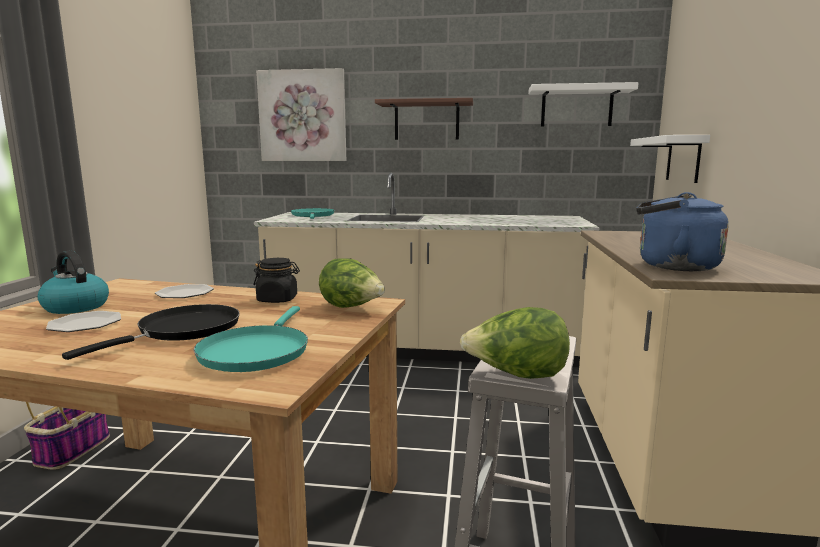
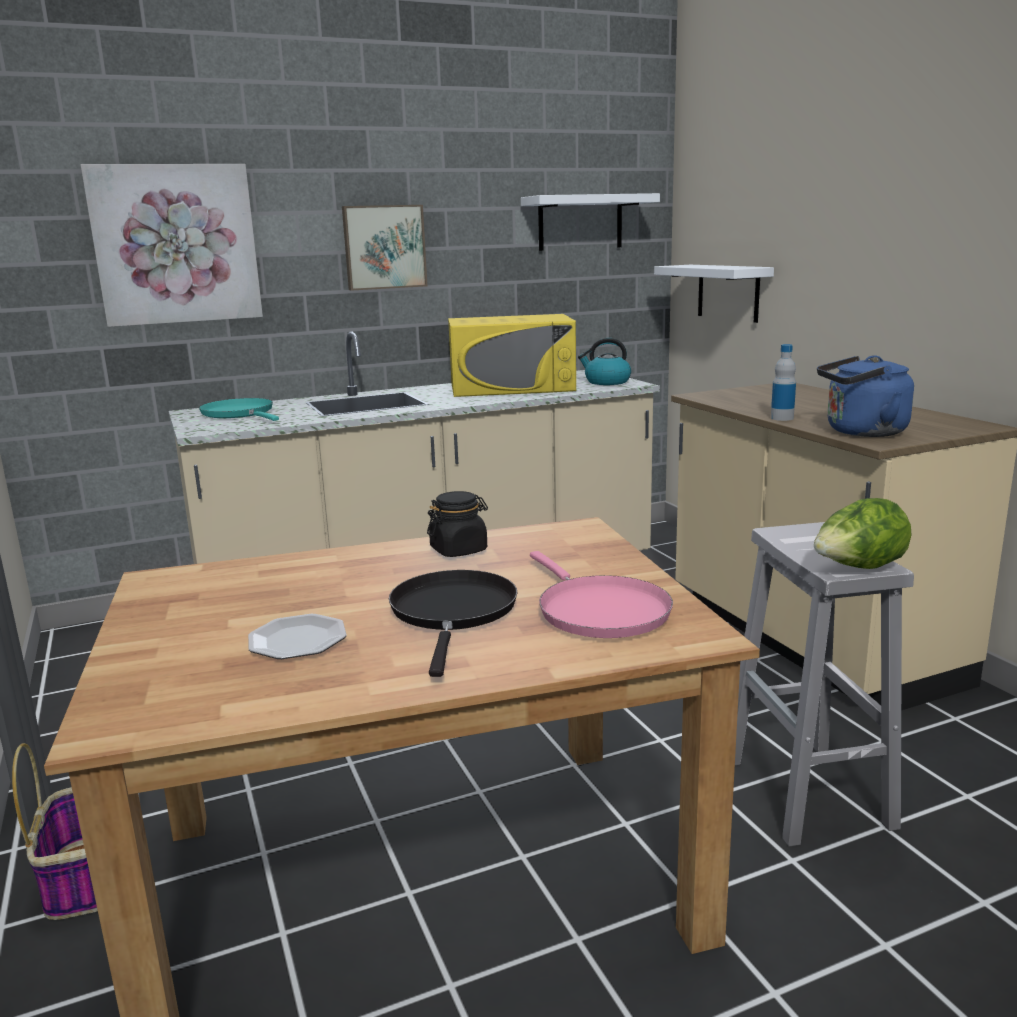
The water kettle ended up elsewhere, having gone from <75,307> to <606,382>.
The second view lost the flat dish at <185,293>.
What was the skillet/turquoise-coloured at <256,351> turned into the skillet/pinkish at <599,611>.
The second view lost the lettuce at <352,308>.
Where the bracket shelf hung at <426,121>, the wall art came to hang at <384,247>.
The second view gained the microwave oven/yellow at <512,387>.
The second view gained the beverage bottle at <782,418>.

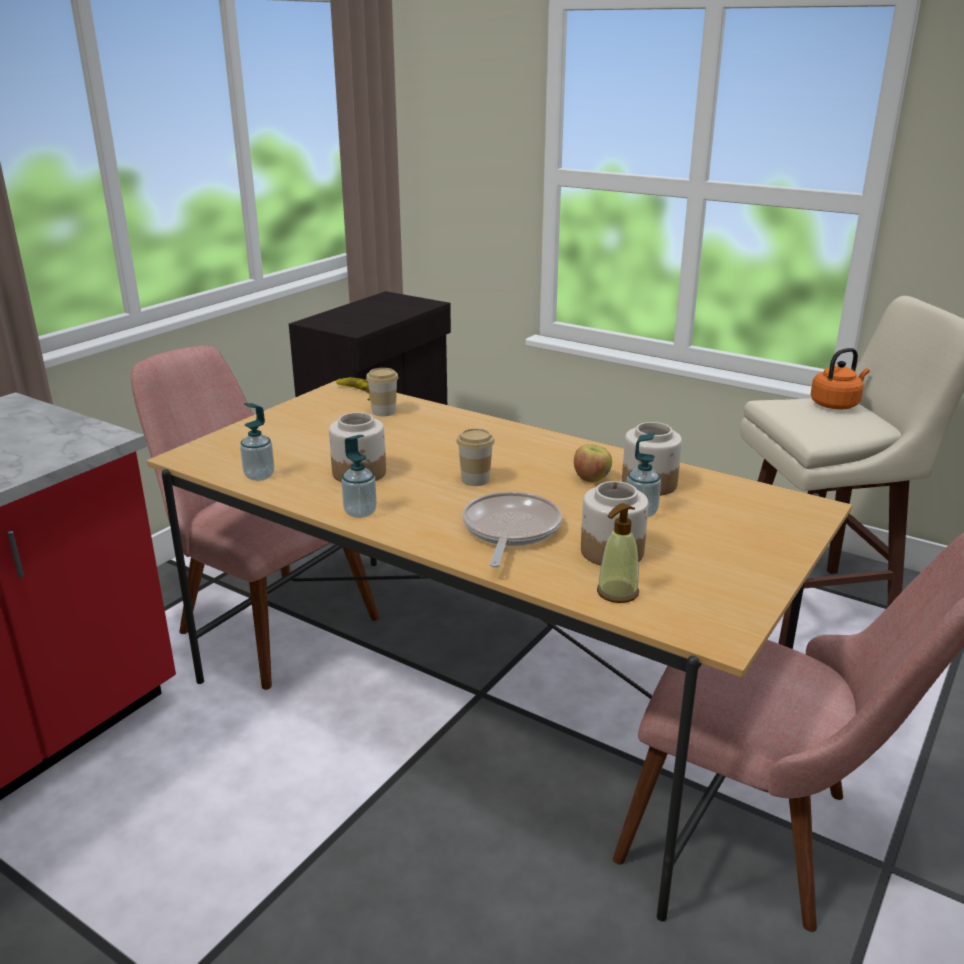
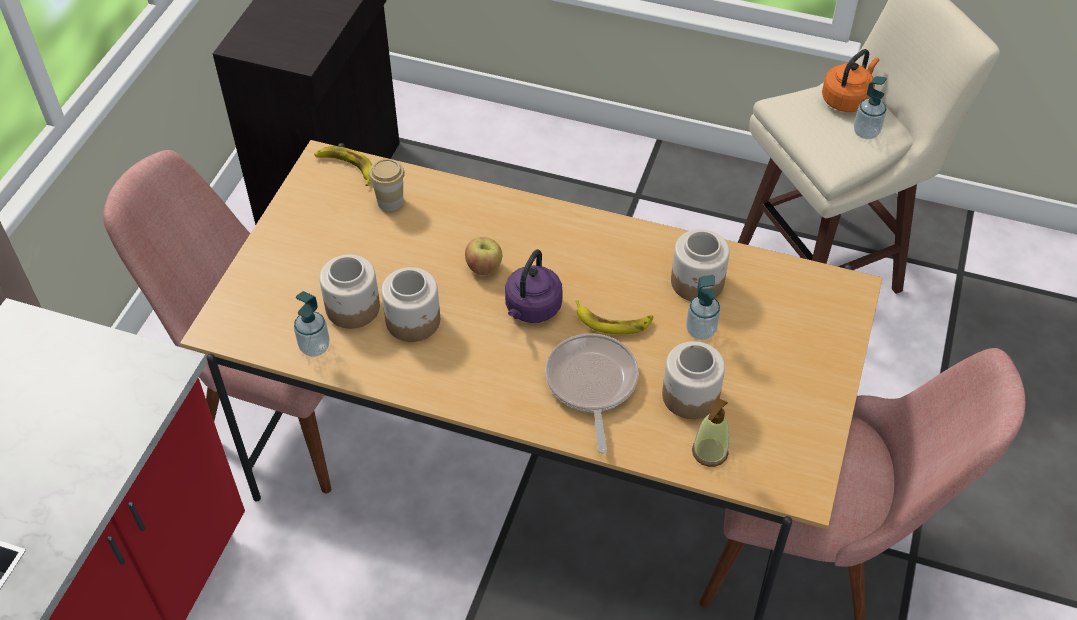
The soap bottle ended up elsewhere, having gone from <360,512> to <866,132>.
Where the cup stood at <475,480>, the water kettle/purple came to stand at <532,309>.
The whole apple ended up elsewhere, having gone from <591,478> to <484,267>.
The second view gained the storage jar at <353,307>.
The second view gained the whole banana at <613,321>.

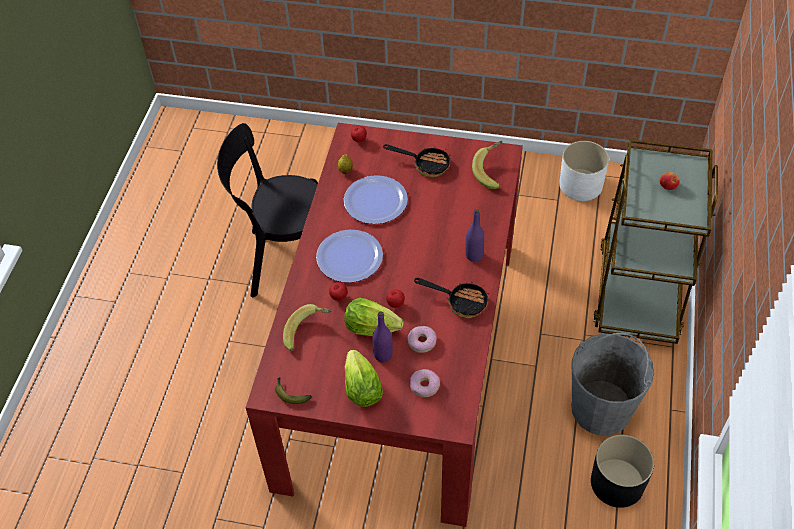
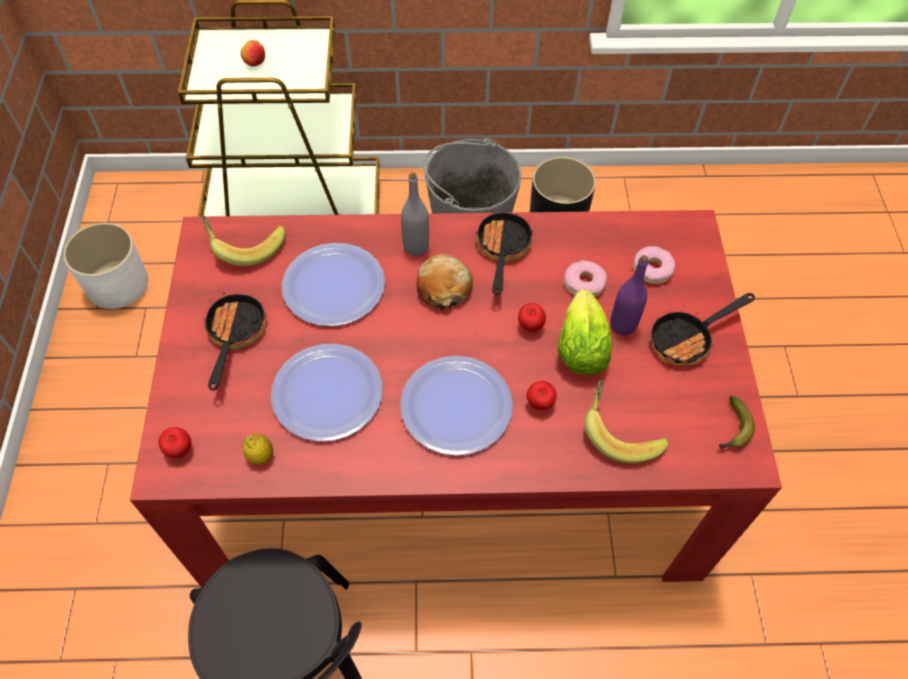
Where the lettuce stood at <362,389>, the skillet came to stand at <687,339>.
What was the beverage bottle/purple at <474,255> turned into the beverage bottle/gray at <416,246>.
The second view gained the flat dish at <333,286>.
The second view gained the bakery bread at <443,287>.

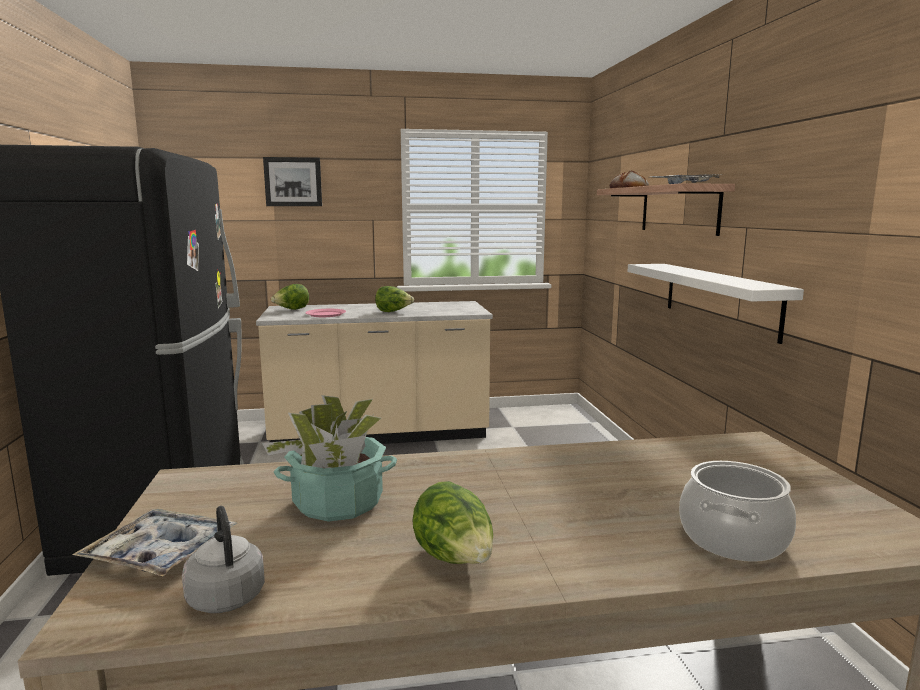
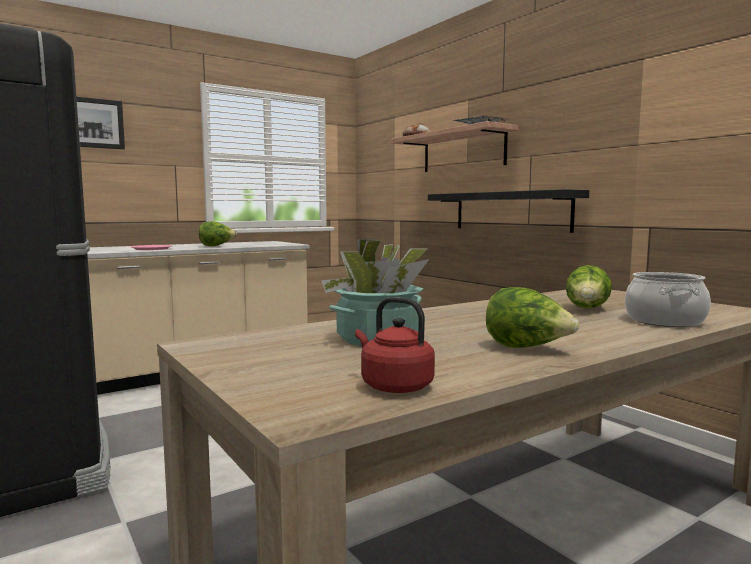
The second view lost the serving tray at <160,553>.
What was the water kettle/gray at <226,595> turned into the water kettle/reddish at <393,386>.
The lettuce ended up elsewhere, having gone from <291,310> to <587,309>.
What was the bracket shelf/white-coloured at <719,298> turned into the bracket shelf/black at <510,211>.

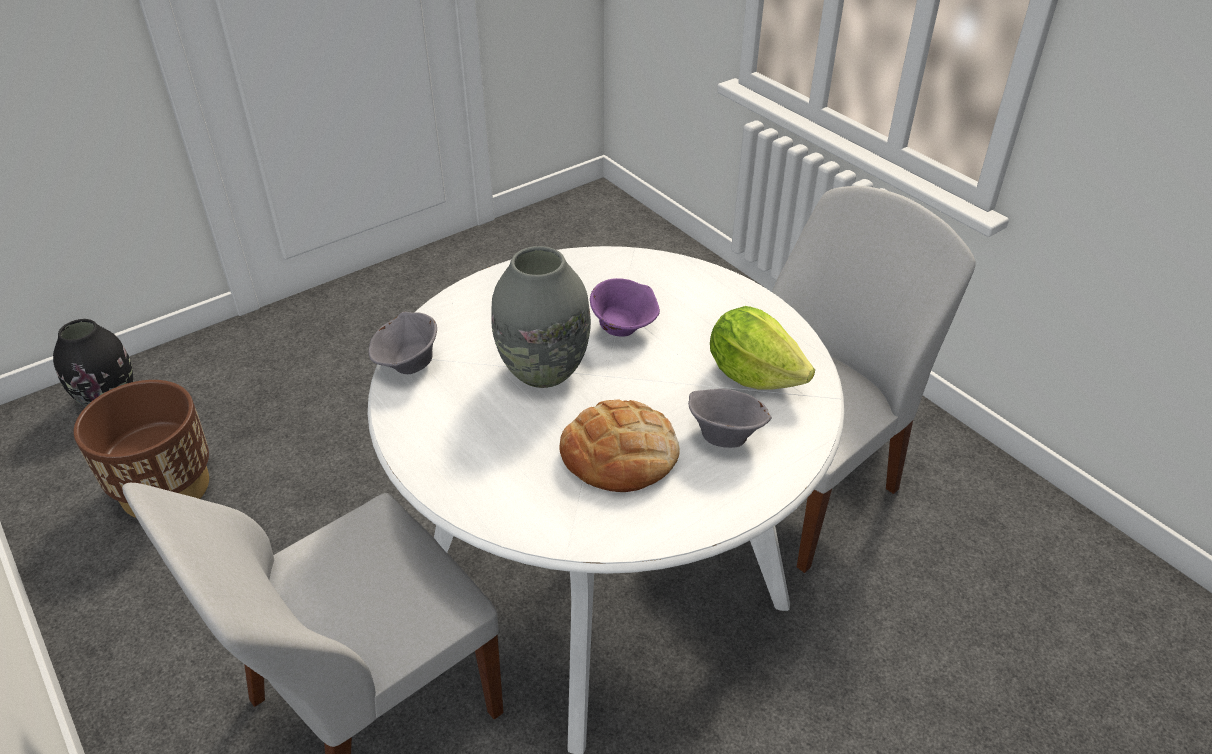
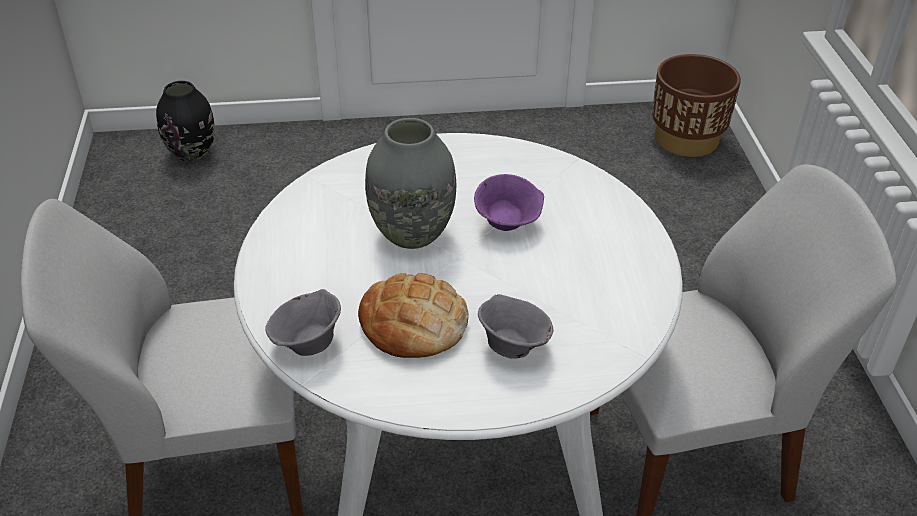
The flower pot/brown ended up elsewhere, having gone from <165,489> to <686,139>.
The serving bowl/gray ended up elsewhere, having gone from <408,365> to <307,344>.
The second view lost the lettuce at <753,374>.

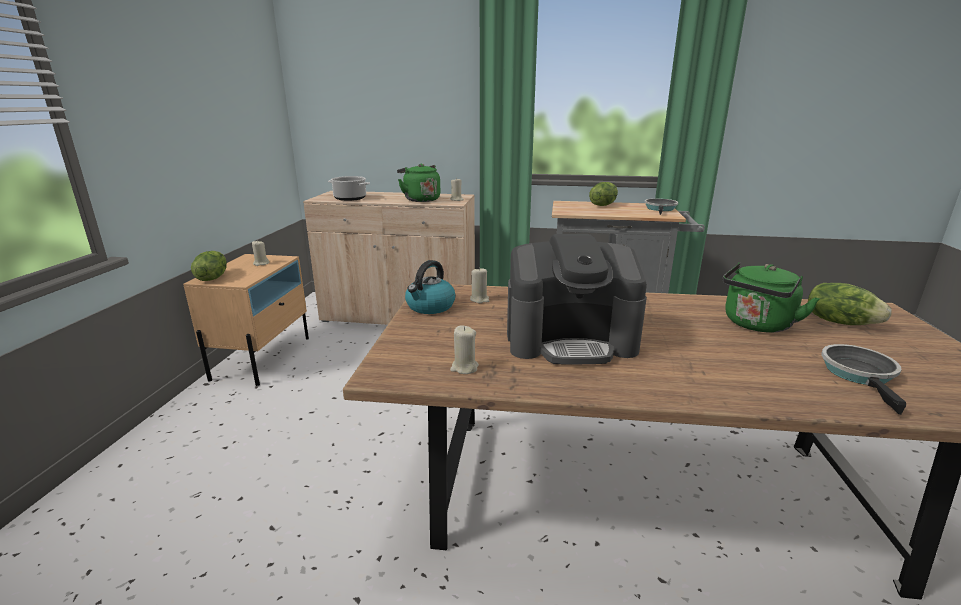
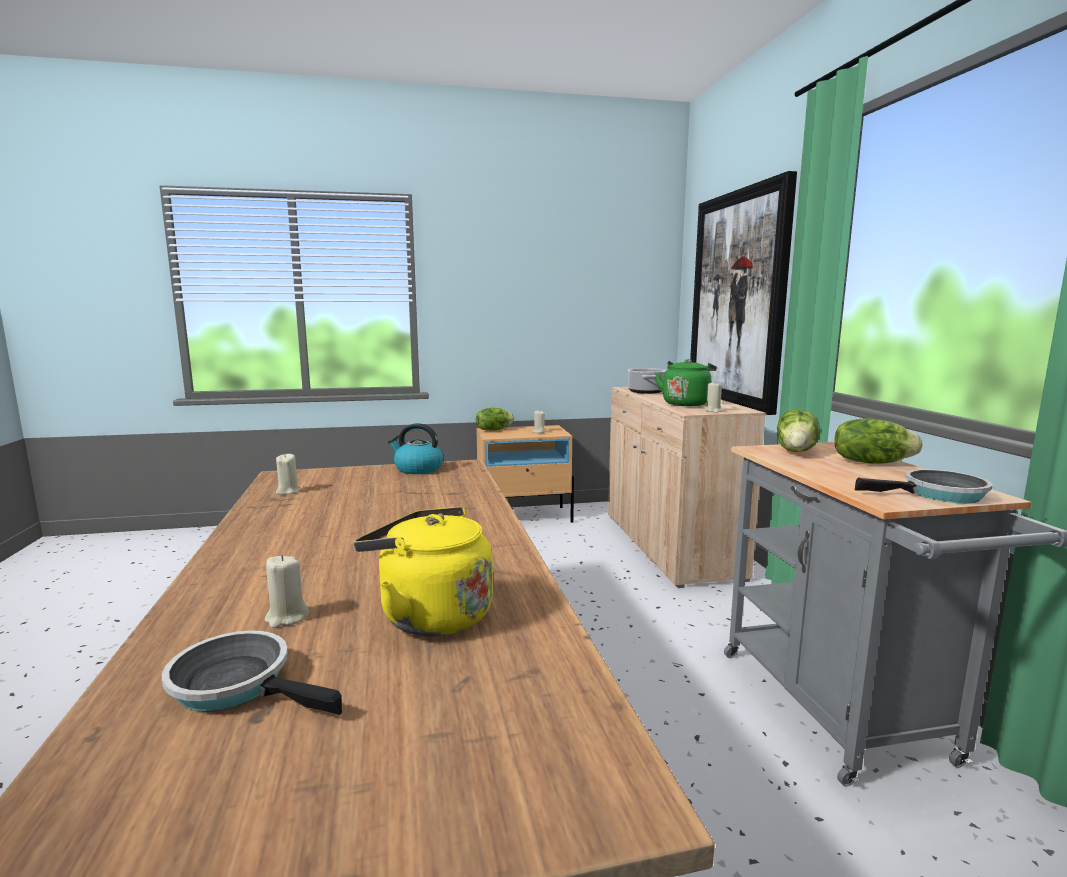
The wax candle/beige-coloured ended up elsewhere, having gone from <479,299> to <287,617>.
The second view lost the coffee maker at <570,340>.
What was the water kettle/green at <756,325> turned into the water kettle/yellow at <430,615>.
The lettuce ended up elsewhere, having gone from <839,322> to <797,451>.
The skillet at <860,375> ended up facing another way, 150 degrees counterclockwise from before.
The second view gained the wall art at <737,299>.

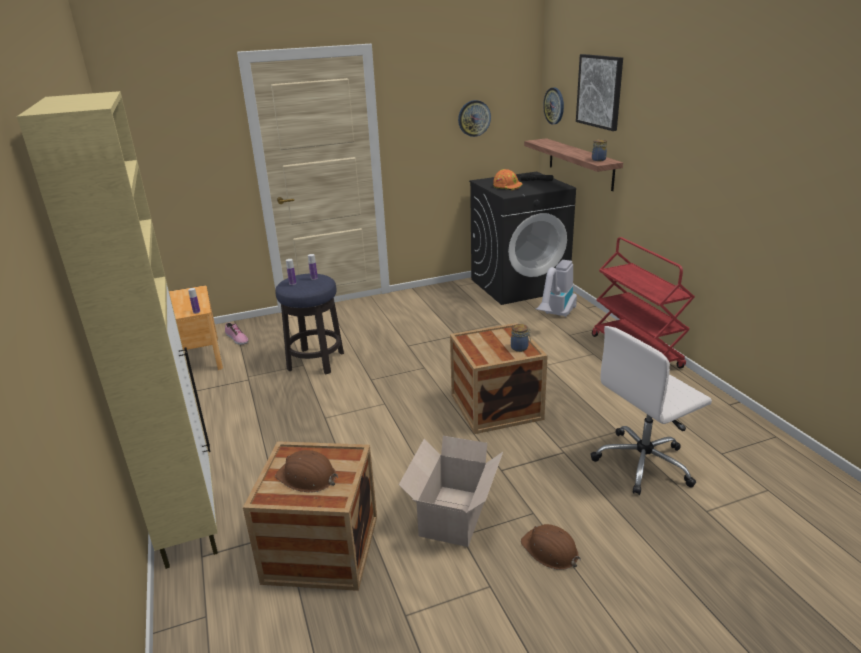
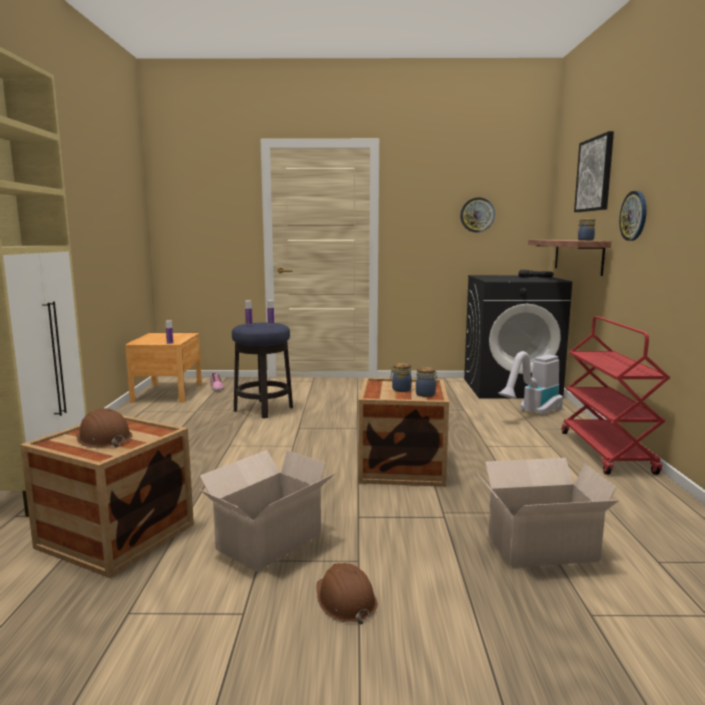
The second view lost the hard hat/orange-coloured at <507,186>.
The wall clock ended up elsewhere, having gone from <554,106> to <634,216>.
Where the computer chair/white-coloured stood at <644,463>, the carton came to stand at <538,547>.
The second view gained the storage jar at <400,389>.

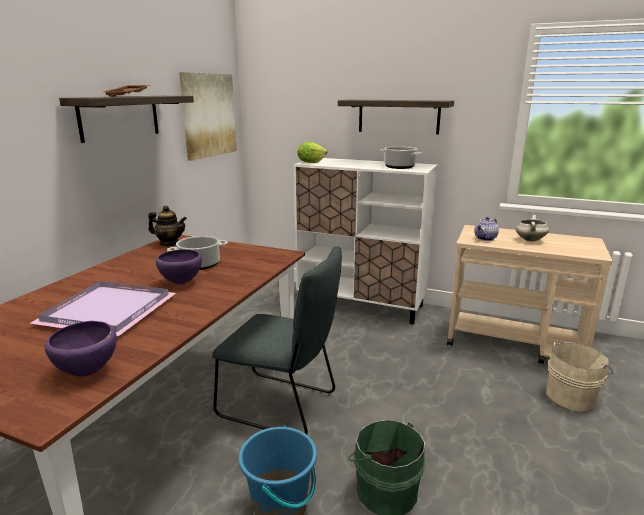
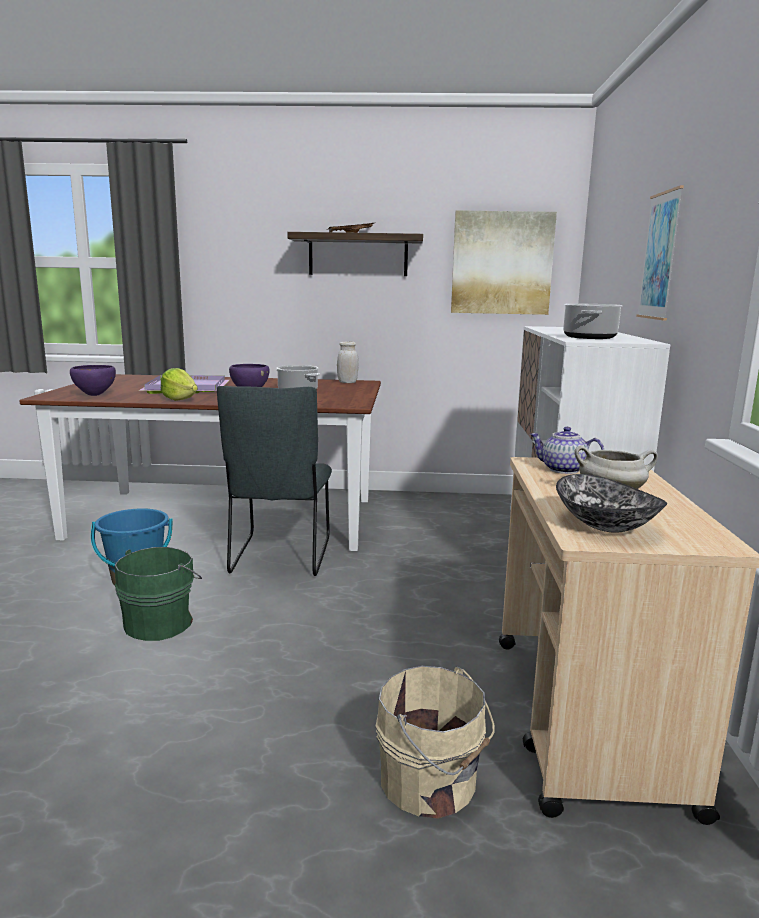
Where the teapot stood at <170,243>, the storage jar/white-coloured came to stand at <347,382>.
The lettuce ended up elsewhere, having gone from <311,162> to <179,399>.
Where the bracket shelf hung at <398,116>, the wall art came to hang at <659,256>.
The second view gained the serving bowl at <604,525>.

